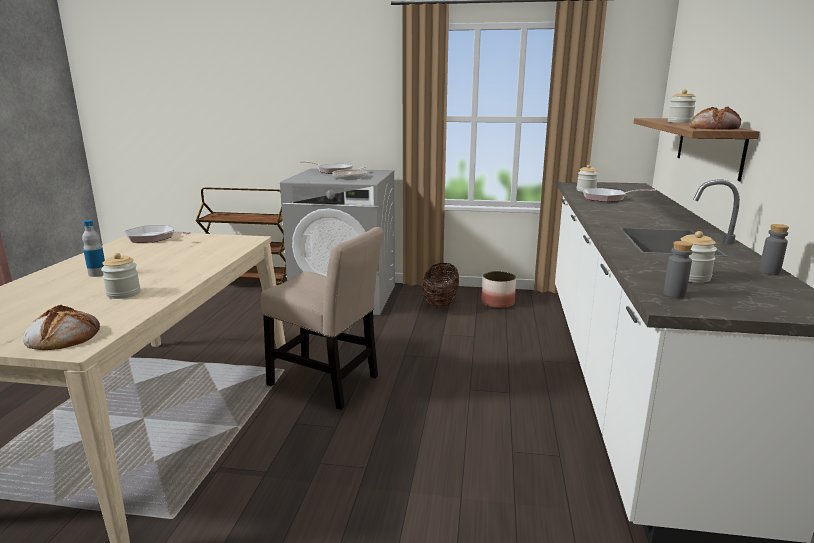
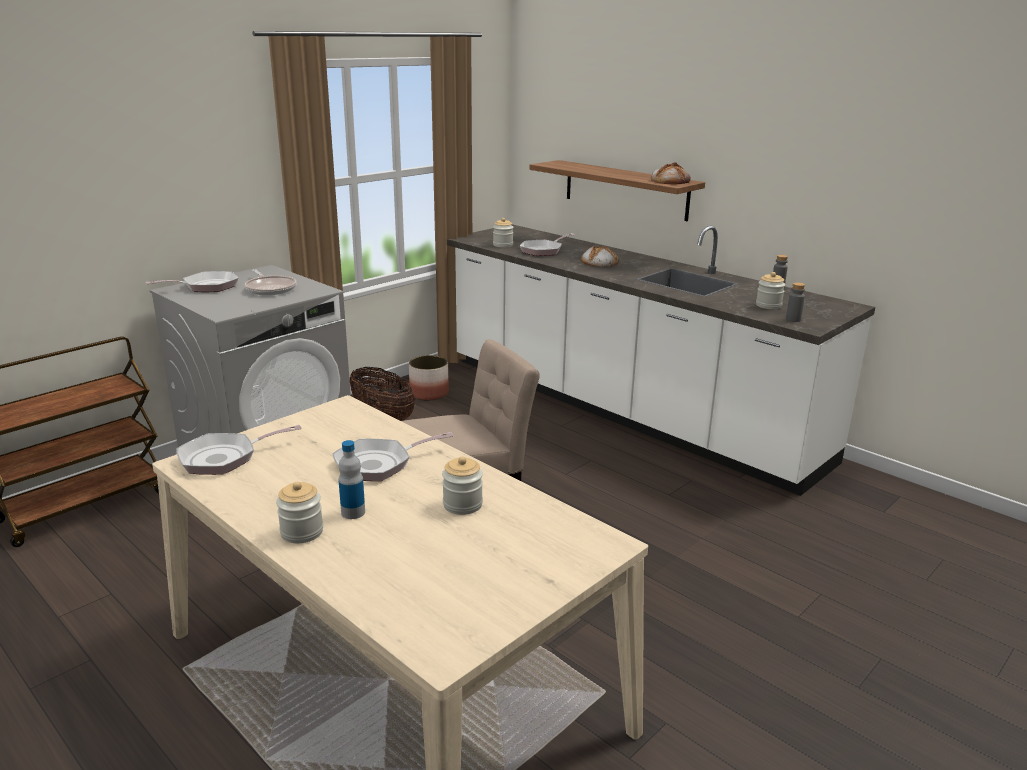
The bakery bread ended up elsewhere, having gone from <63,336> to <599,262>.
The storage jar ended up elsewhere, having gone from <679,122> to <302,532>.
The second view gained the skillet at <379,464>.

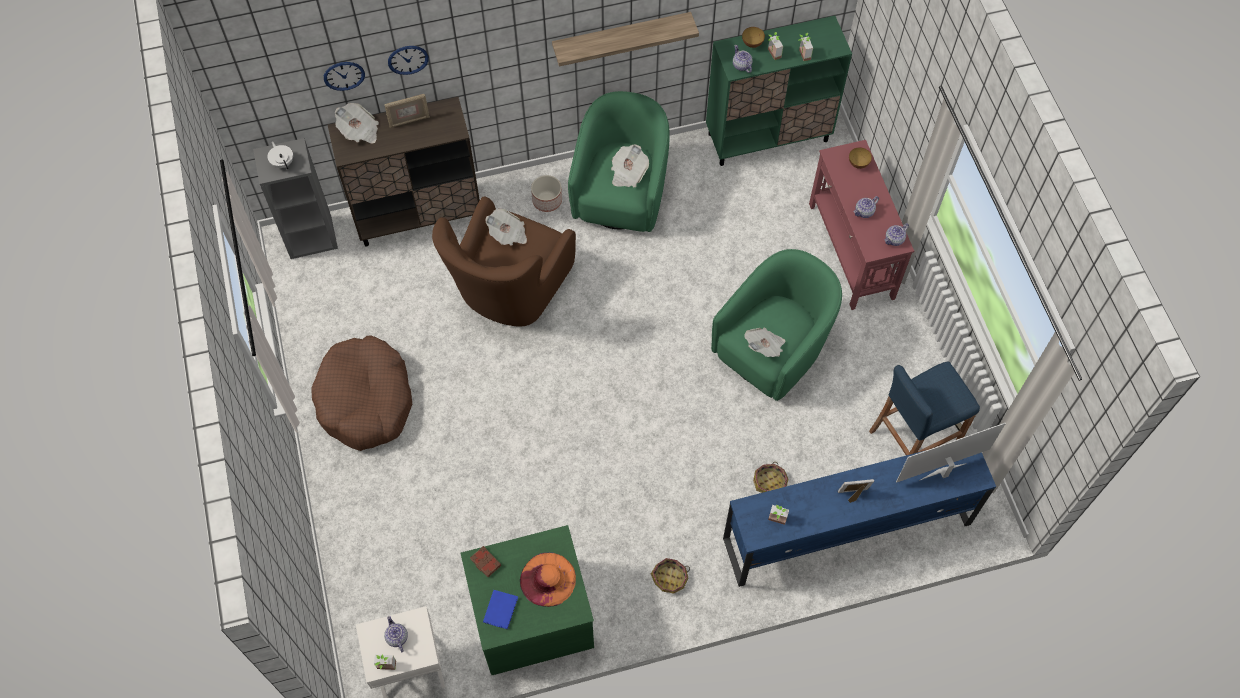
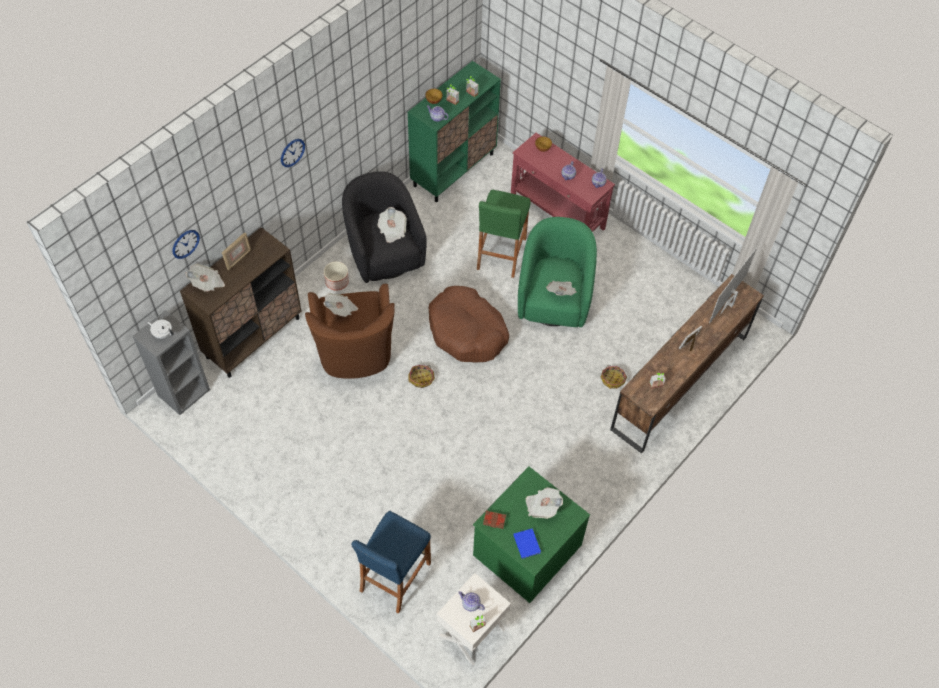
The dog cushion/brown ended up elsewhere, having gone from <365,400> to <467,331>.
The wall clock ended up elsewhere, having gone from <408,59> to <292,152>.
Where the wearable hat/orange-coloured stood at <548,579>, the newspaper came to stand at <542,506>.
The second view lost the bracket shelf at <621,36>.
What was the easy chair/green at <621,193> turned into the easy chair/black at <384,252>.
The basket ended up elsewhere, having gone from <670,578> to <421,379>.
What was the tv unit/bluish at <845,531> turned into the tv unit/brown at <679,383>.
The stool seat/bluish ended up elsewhere, having gone from <913,437> to <395,576>.
The second view gained the stool seat/green at <501,253>.

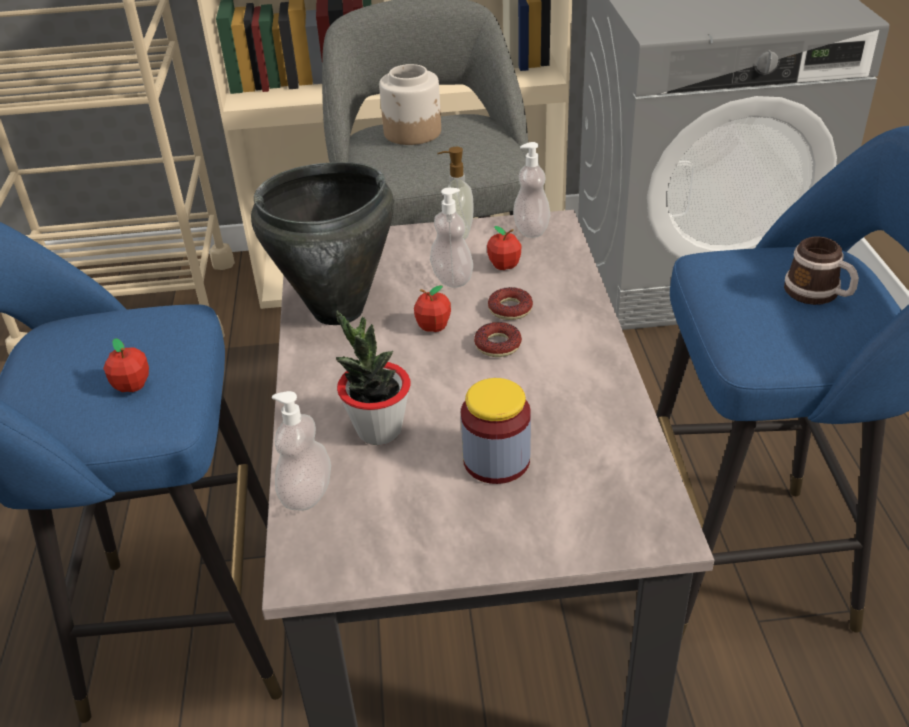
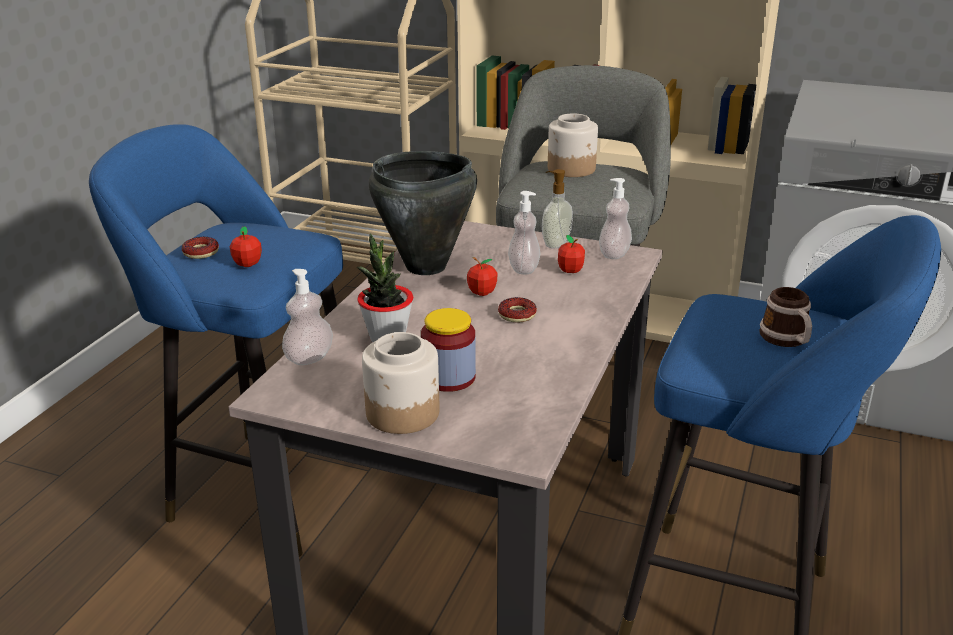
The doughnut ended up elsewhere, having gone from <510,309> to <201,252>.
The second view gained the storage jar at <403,413>.

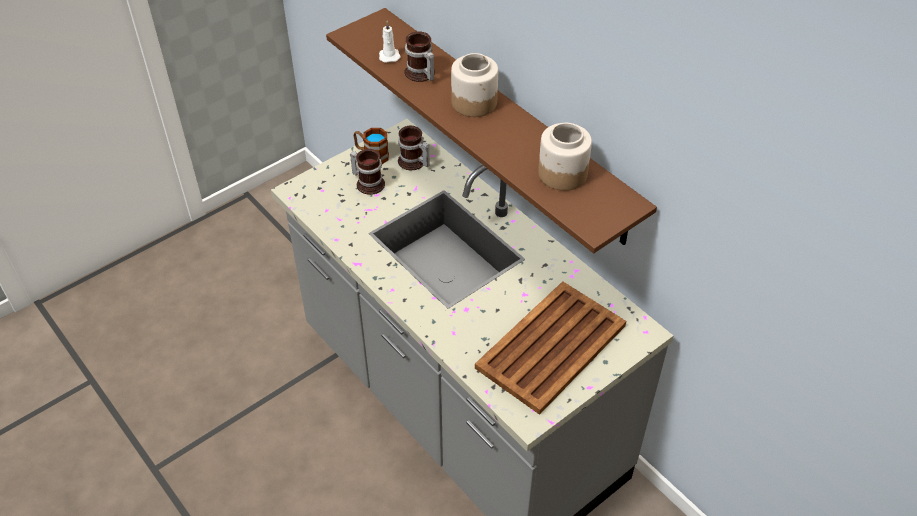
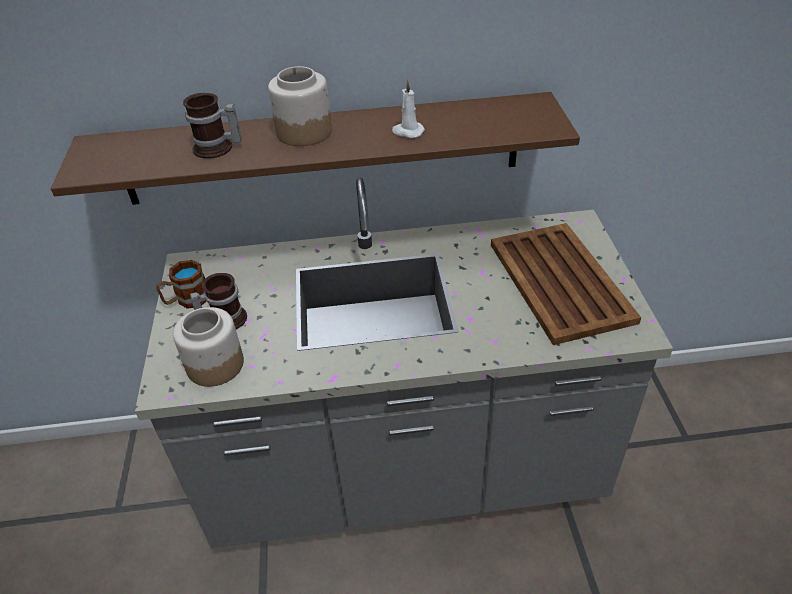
The wax candle/white-coloured ended up elsewhere, having gone from <389,56> to <407,132>.
The second view lost the tea mug at <413,163>.
The storage jar ended up elsewhere, having gone from <562,173> to <214,365>.

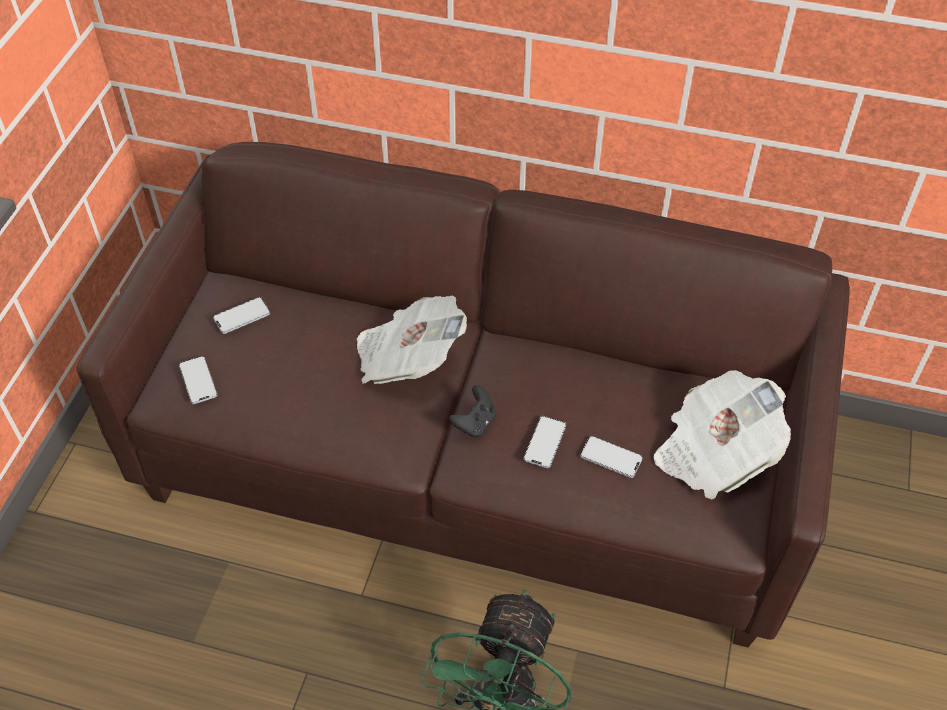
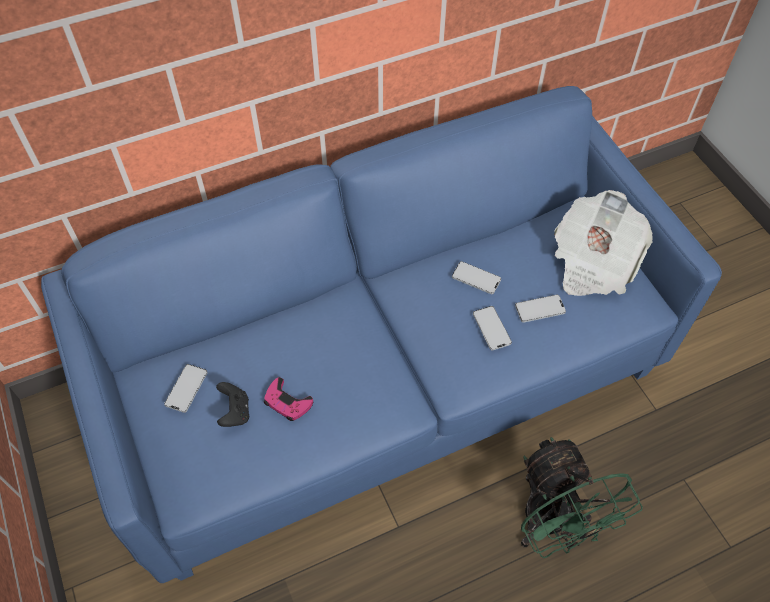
What was the sofa/brown at <475,460> turned into the sofa/bluish at <384,378>.
The telephone ended up elsewhere, having gone from <198,380> to <476,278>.
The second view lost the newspaper at <408,358>.
The gamepad/black ended up elsewhere, having gone from <474,423> to <235,412>.
The second view gained the gamepad/pinkish at <287,402>.

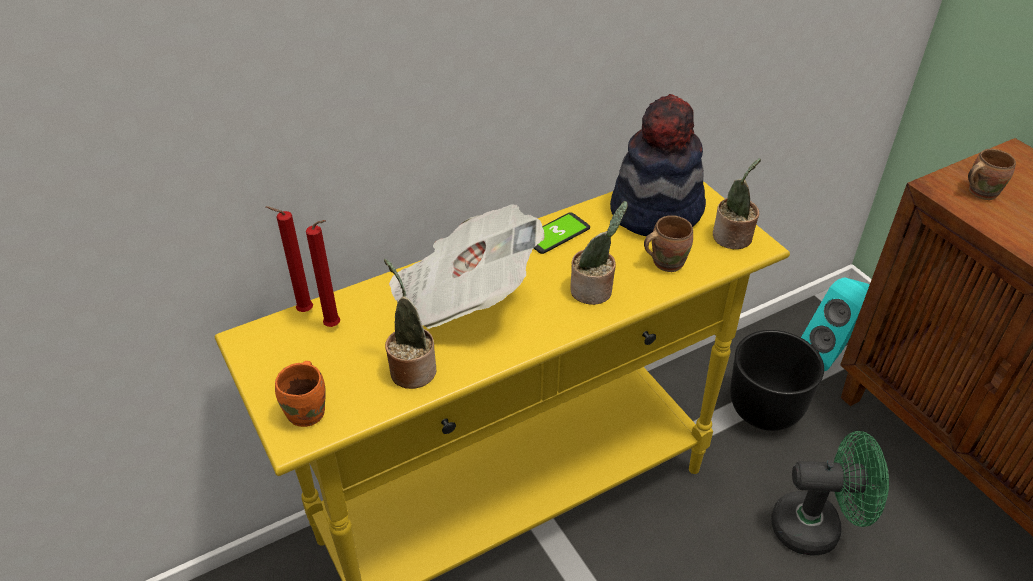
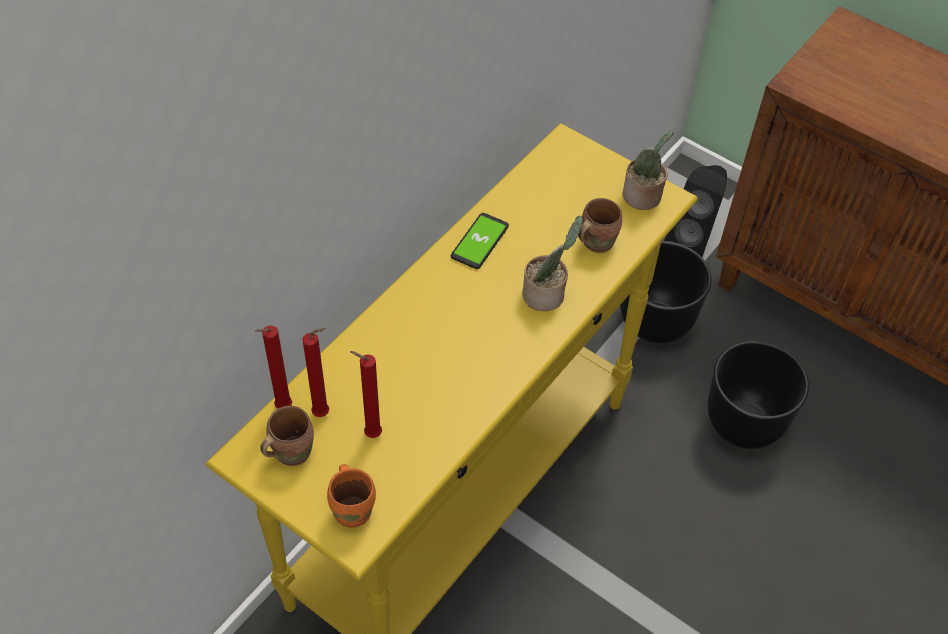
The second view lost the plant in a pot at <411,369>.
The second view lost the newspaper at <463,297>.
The second view lost the wearable hat at <657,211>.
Where the fan/green stood at <817,527>, the flower pot/black came to stand at <742,422>.
What was the audio speaker/turquoise-coloured at <828,354> turned into the audio speaker/black at <692,242>.
The tea mug/brown ended up elsewhere, having gone from <979,191> to <289,451>.
The second view gained the wax candle/reddish at <370,434>.

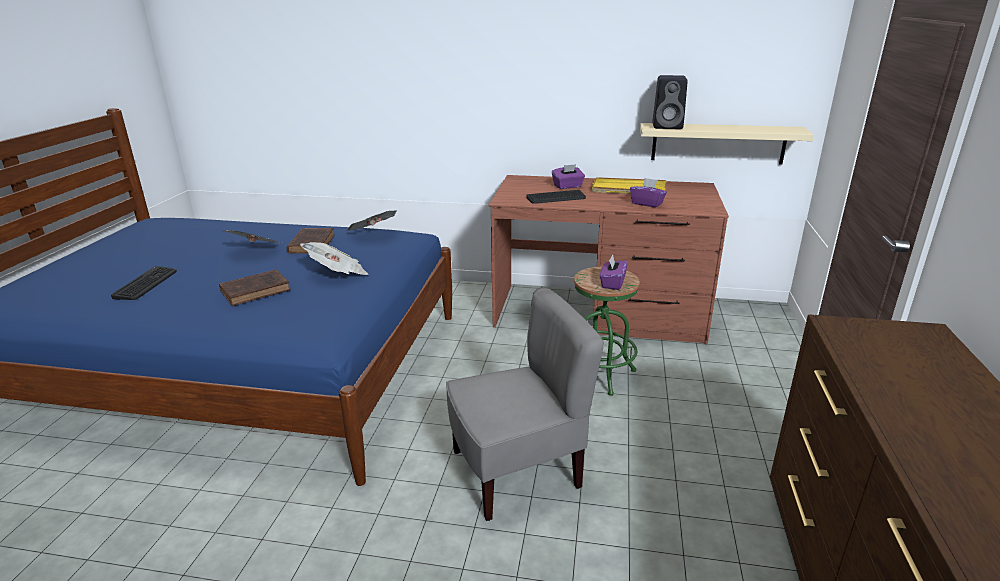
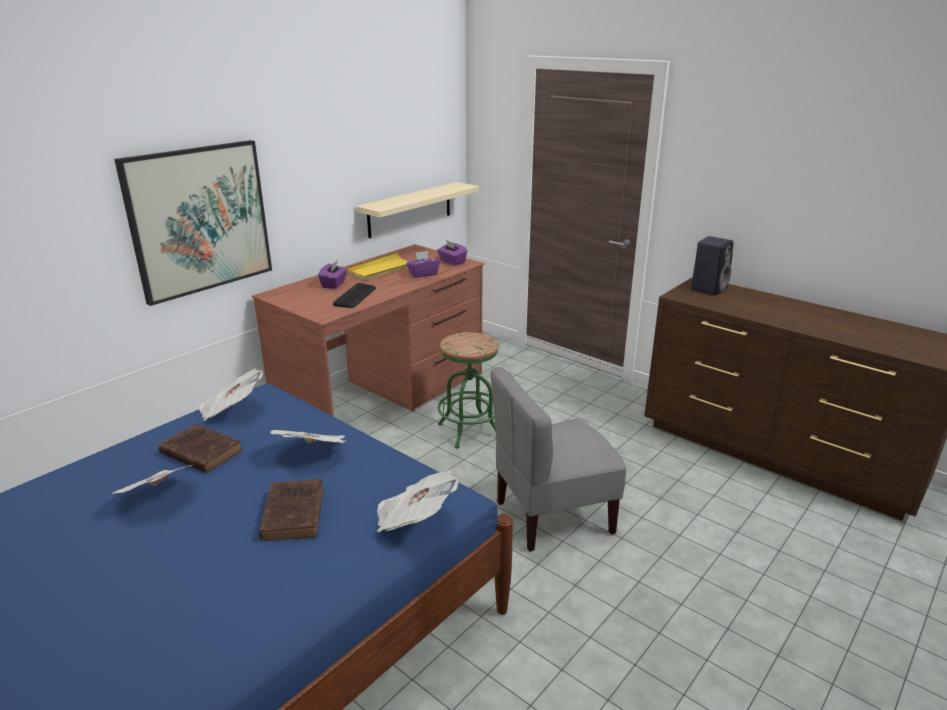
The second view lost the PC keyboard at <146,284>.
The upright chair/gray at <517,471> ended up facing another way, 120 degrees counterclockwise from before.
The tissue holder/purple ended up elsewhere, having gone from <612,283> to <452,262>.
The audio speaker/black ended up elsewhere, having gone from <668,126> to <709,288>.
The second view gained the wall art at <199,220>.
The second view gained the newspaper at <414,519>.

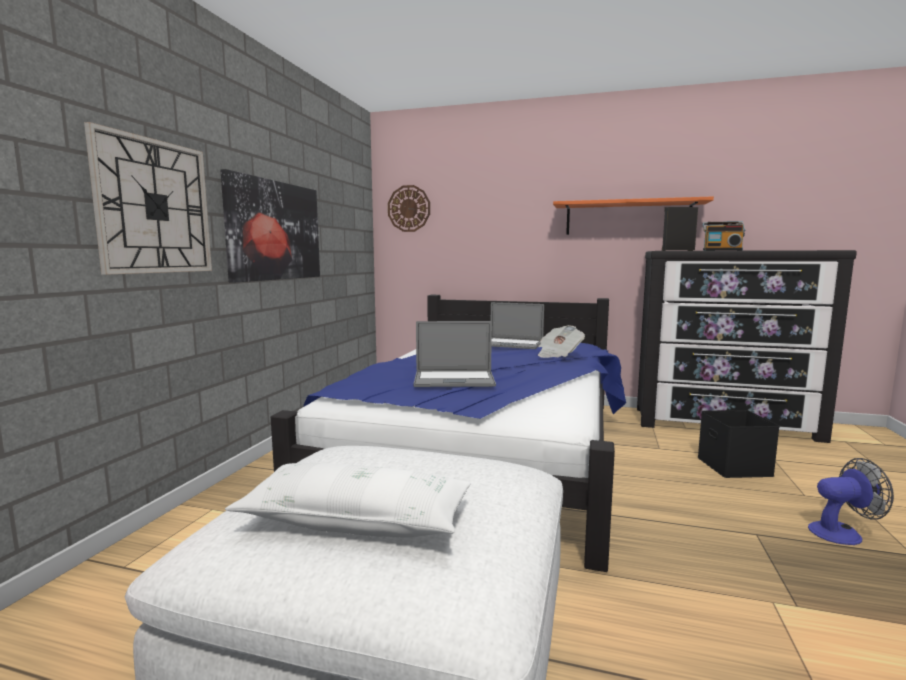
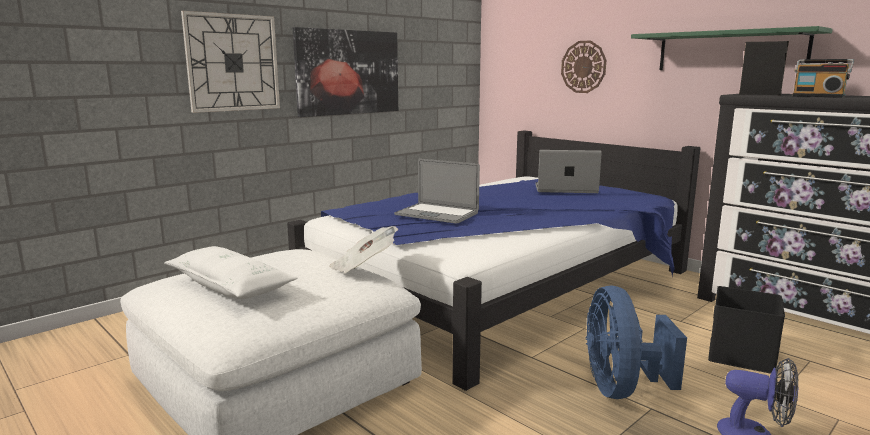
The wall clock ended up elsewhere, having gone from <409,208> to <583,67>.
The portable computer at <511,344> ended up facing another way, 135 degrees clockwise from before.
The newspaper ended up elsewhere, having gone from <558,354> to <363,266>.
What was the bracket shelf/orange-coloured at <627,218> turned into the bracket shelf/green at <730,51>.
The second view gained the fan/bluish at <621,388>.

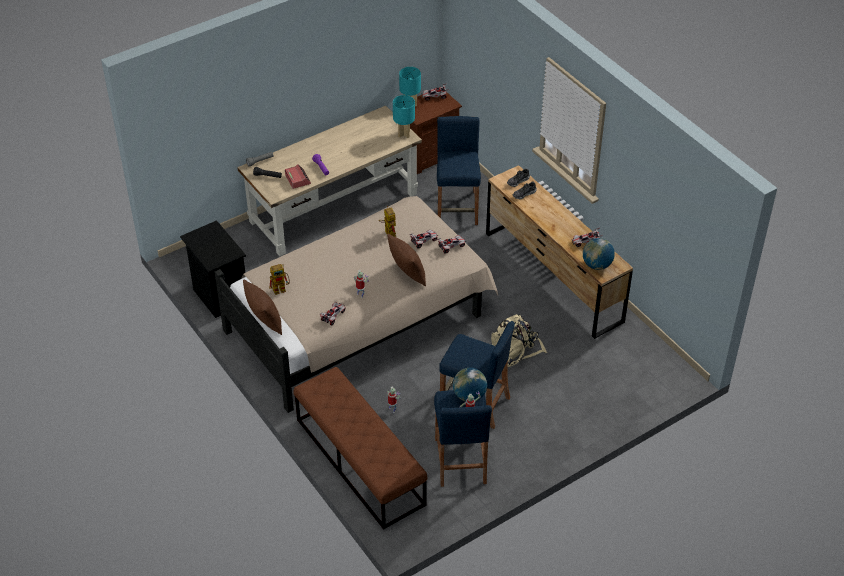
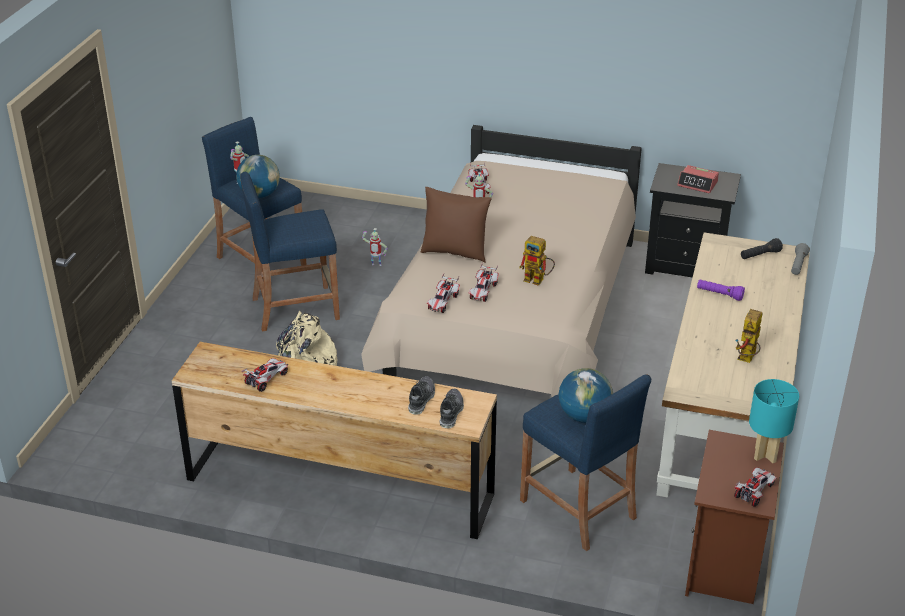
The second view lost the pillow/brown at <264,322>.
The model robot ended up elsewhere, having gone from <281,288> to <747,359>.
The table clock ended up elsewhere, having gone from <297,179> to <697,184>.
The second view lost the indoor bench/brown at <359,461>.
The second view lost the table lamp/turquoise-coloured at <403,134>.
The globe ended up elsewhere, having gone from <597,265> to <584,416>.

